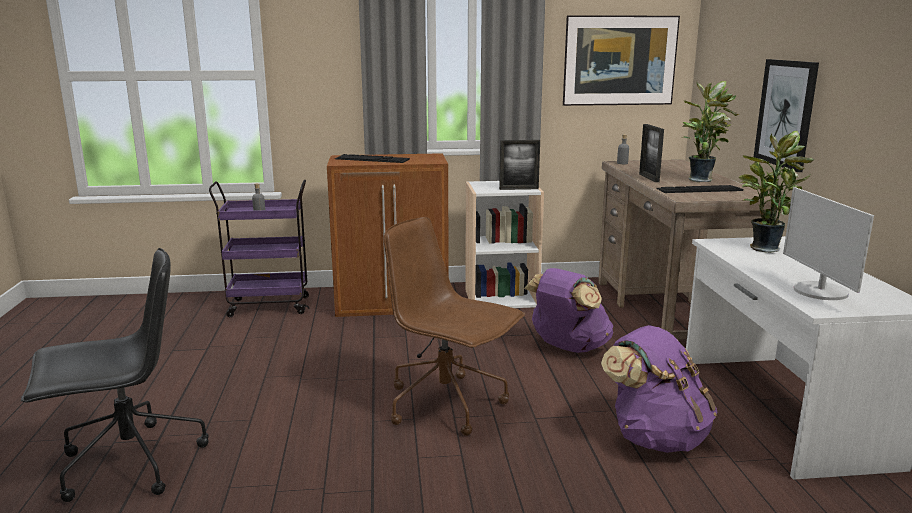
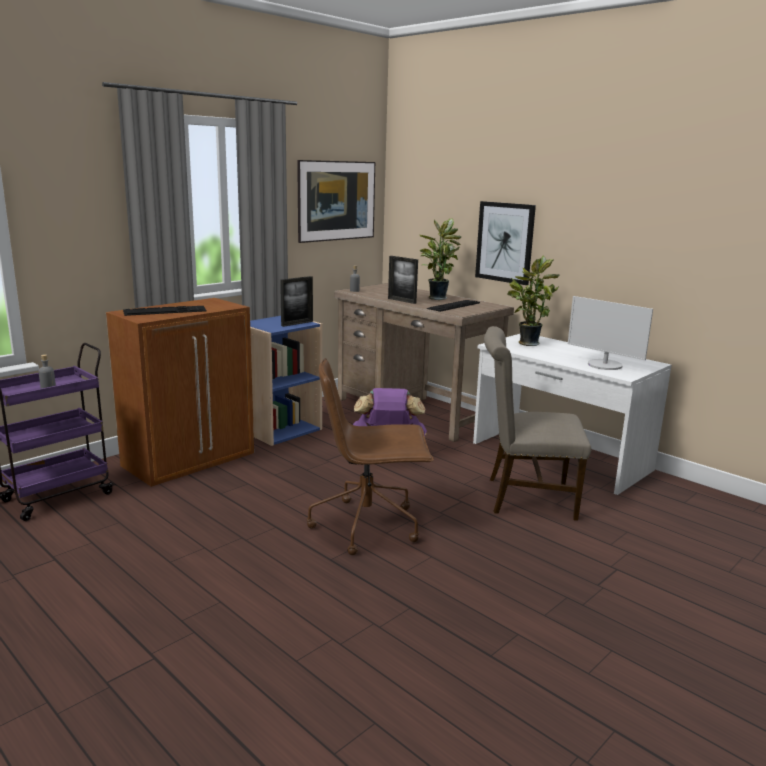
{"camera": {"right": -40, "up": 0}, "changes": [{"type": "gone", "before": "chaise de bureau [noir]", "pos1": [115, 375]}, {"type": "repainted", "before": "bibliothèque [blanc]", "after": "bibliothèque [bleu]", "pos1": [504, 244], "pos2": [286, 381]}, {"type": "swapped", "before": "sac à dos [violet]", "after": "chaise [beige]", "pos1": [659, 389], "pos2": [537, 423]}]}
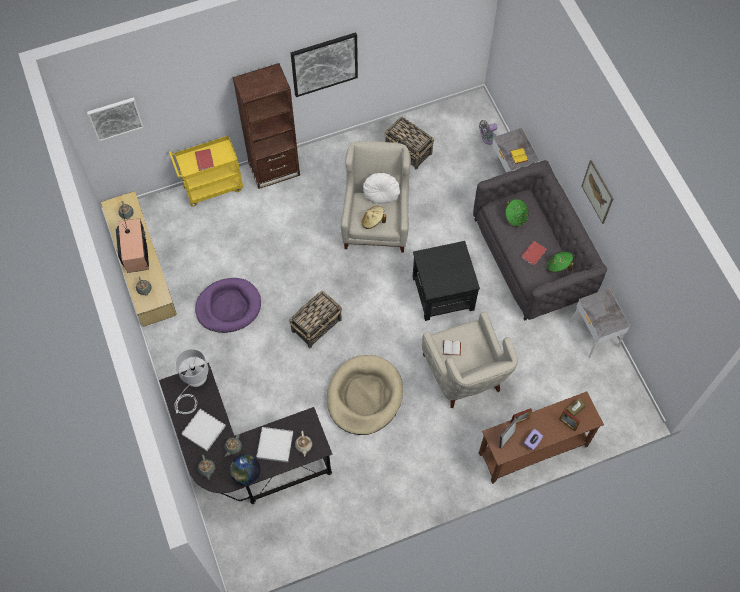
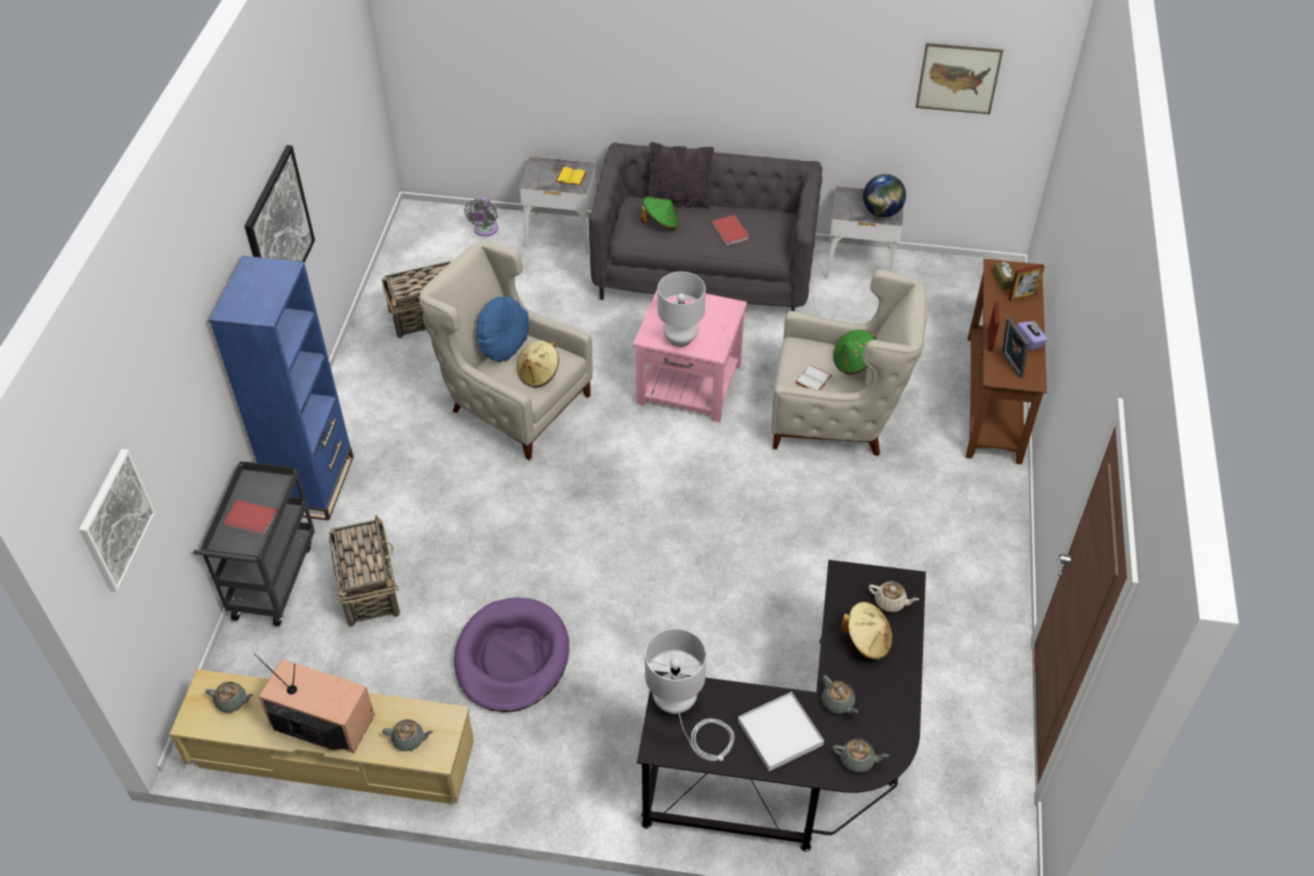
{"camera": {"right": -60, "up": -15}, "changes": [{"type": "repainted", "before": "chariot [jaune]", "after": "chariot [gris]", "pos1": [206, 171], "pos2": [254, 543]}, {"type": "shifted", "before": "globe", "pos1": [245, 469], "pos2": [884, 195]}, {"type": "repainted", "before": "bibliothèque [marron]", "after": "bibliothèque [bleu]", "pos1": [266, 126], "pos2": [281, 388]}, {"type": "swapped", "before": "plateau [blanc]", "after": "chapeau [beige]", "pos1": [274, 444], "pos2": [866, 631]}, {"type": "shifted", "before": "panier", "pos1": [315, 319], "pos2": [364, 571]}, {"type": "gone", "before": "panier pour chien [beige]", "pos1": [365, 395]}, {"type": "repainted", "before": "coussin [blanc]", "after": "coussin [bleu]", "pos1": [381, 188], "pos2": [502, 329]}, {"type": "repainted", "before": "table d'appoint [noir]", "after": "table d'appoint [rose]", "pos1": [446, 281], "pos2": [690, 355]}, {"type": "shifted", "before": "chapeau [vert]", "pos1": [560, 261], "pos2": [854, 352]}, {"type": "shifted", "before": "tableau", "pos1": [597, 192], "pos2": [959, 78]}, {"type": "new", "after": "coussin [noir]", "pos2": [681, 175]}, {"type": "new", "after": "lampe de table [gris]", "pos2": [681, 309]}]}
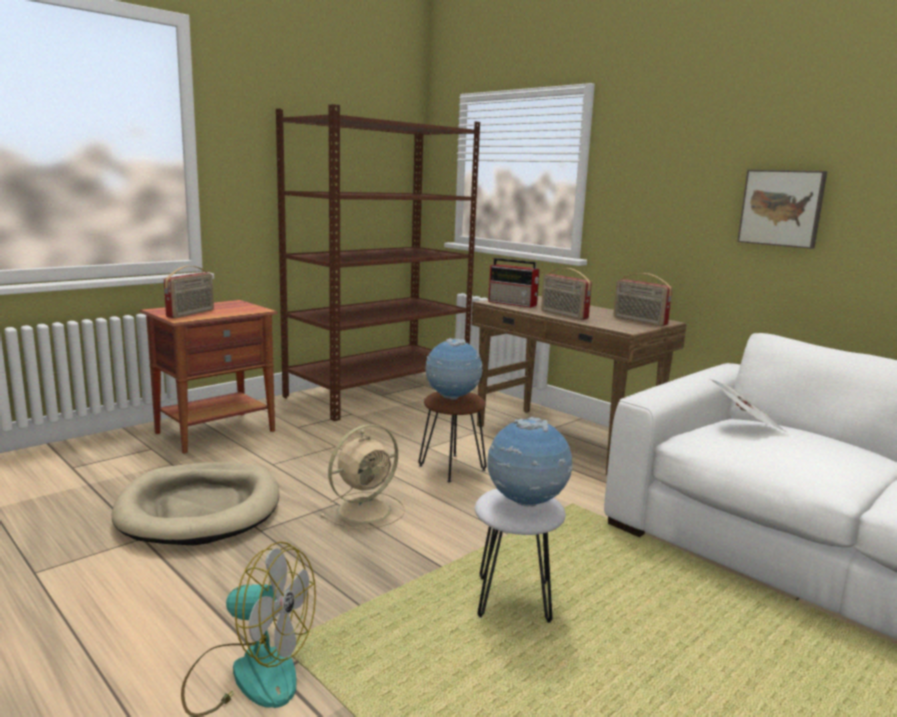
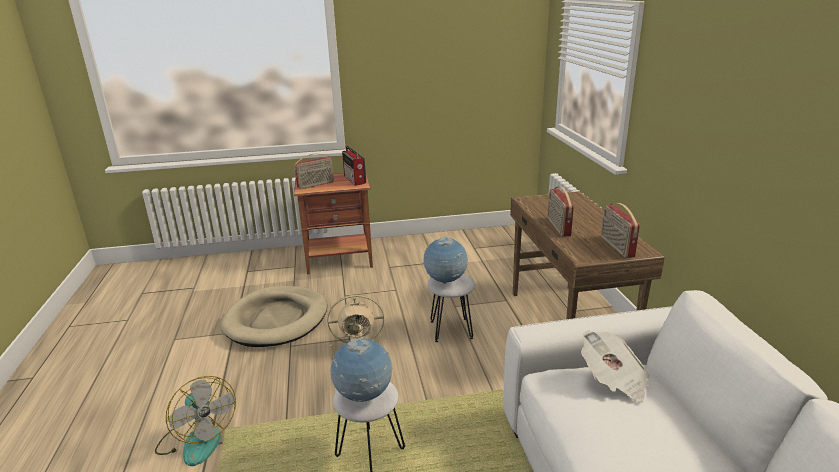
{"camera": {"right": 35, "up": 10}, "changes": [{"type": "gone", "before": "bibliothèque [marron]", "pos1": [378, 262]}, {"type": "repainted", "before": "tabouret [marron]", "after": "tabouret [blanc]", "pos1": [452, 437], "pos2": [451, 307]}, {"type": "shifted", "before": "radio", "pos1": [514, 283], "pos2": [354, 166]}, {"type": "gone", "before": "tableau", "pos1": [782, 209]}]}
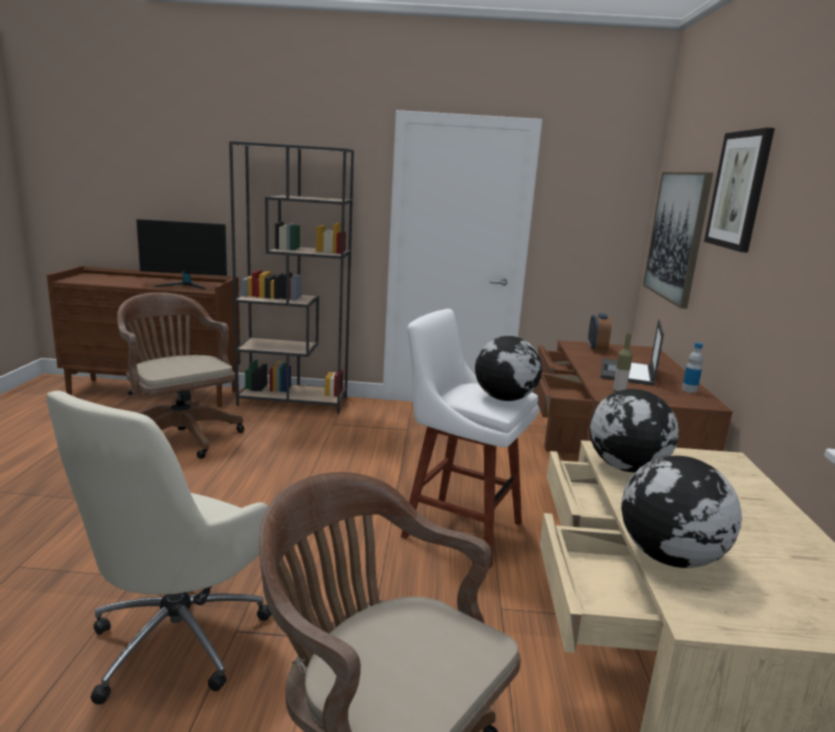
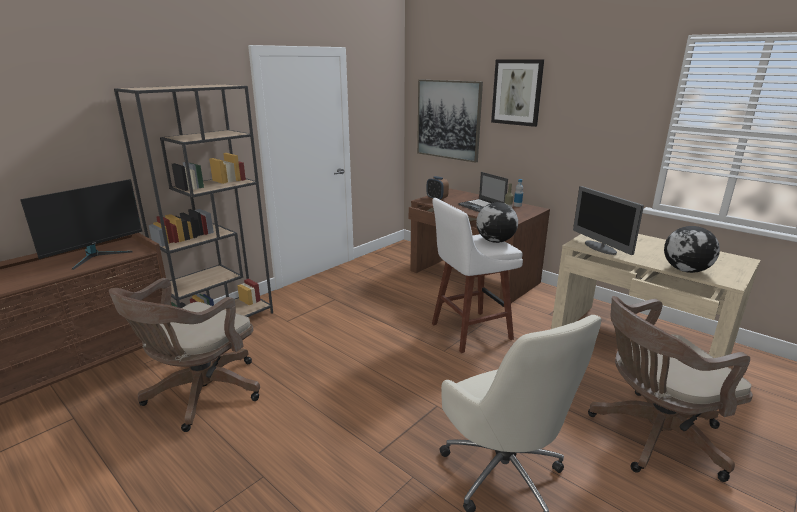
{"camera": {"right": -50, "up": 5}, "changes": [{"type": "rotated", "before": "chaise de bureau [marron]", "pos1": [180, 375], "pos2": [184, 355], "turn": -60}, {"type": "swapped", "before": "globe", "after": "écran d'ordinateur", "pos1": [634, 430], "pos2": [608, 220]}]}
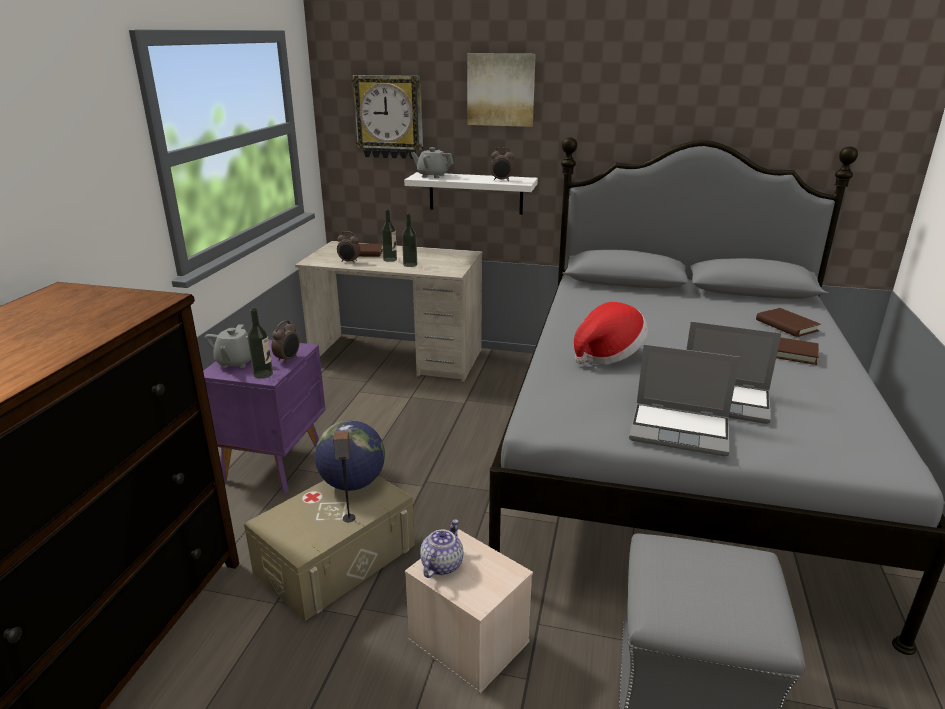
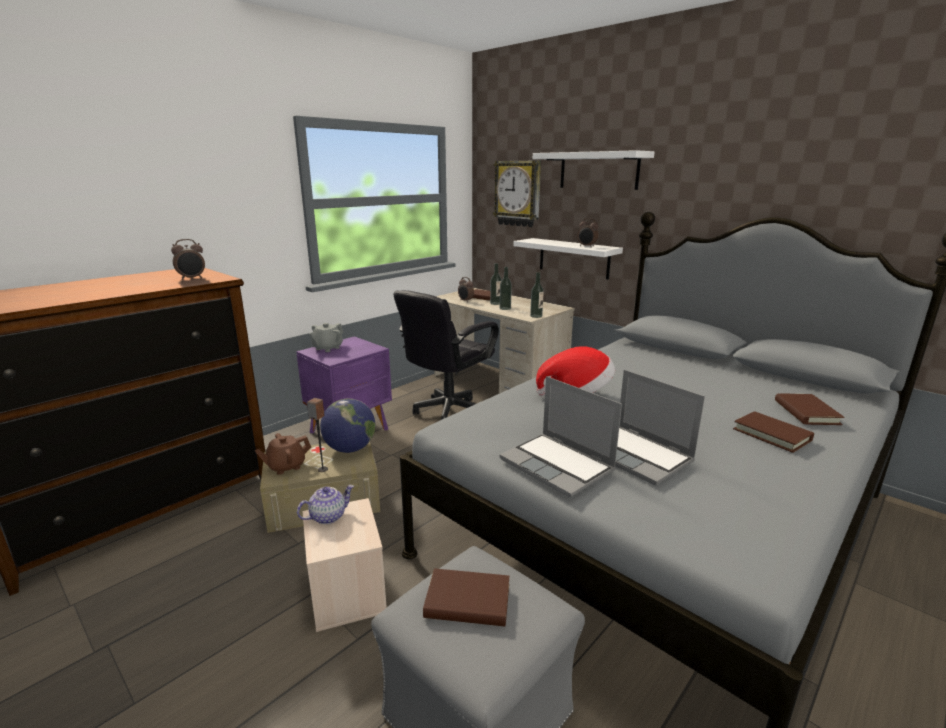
{"camera": {"right": 30, "up": -5}, "changes": [{"type": "shifted", "before": "bouteille", "pos1": [260, 343], "pos2": [537, 295]}, {"type": "shifted", "before": "réveil", "pos1": [285, 342], "pos2": [188, 259]}, {"type": "gone", "before": "théière [gris]", "pos1": [432, 162]}, {"type": "swapped", "before": "tableau", "after": "étagère [blanc]", "pos1": [501, 90], "pos2": [593, 170]}, {"type": "new", "after": "théière [marron]", "pos2": [283, 454]}, {"type": "new", "after": "chaise de bureau [noir]", "pos2": [446, 355]}, {"type": "new", "after": "livre [marron]", "pos2": [466, 597]}]}
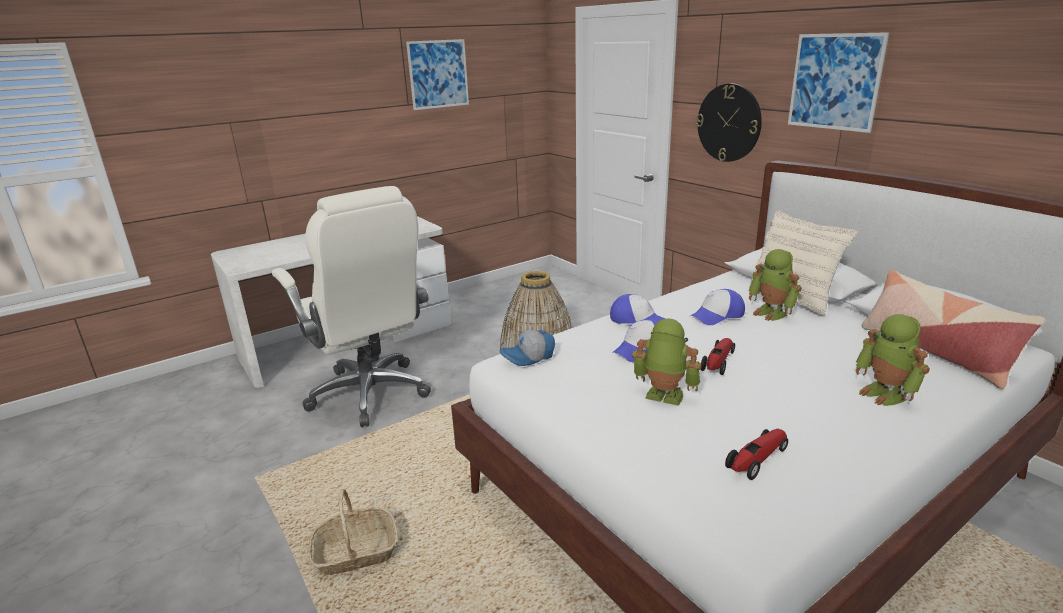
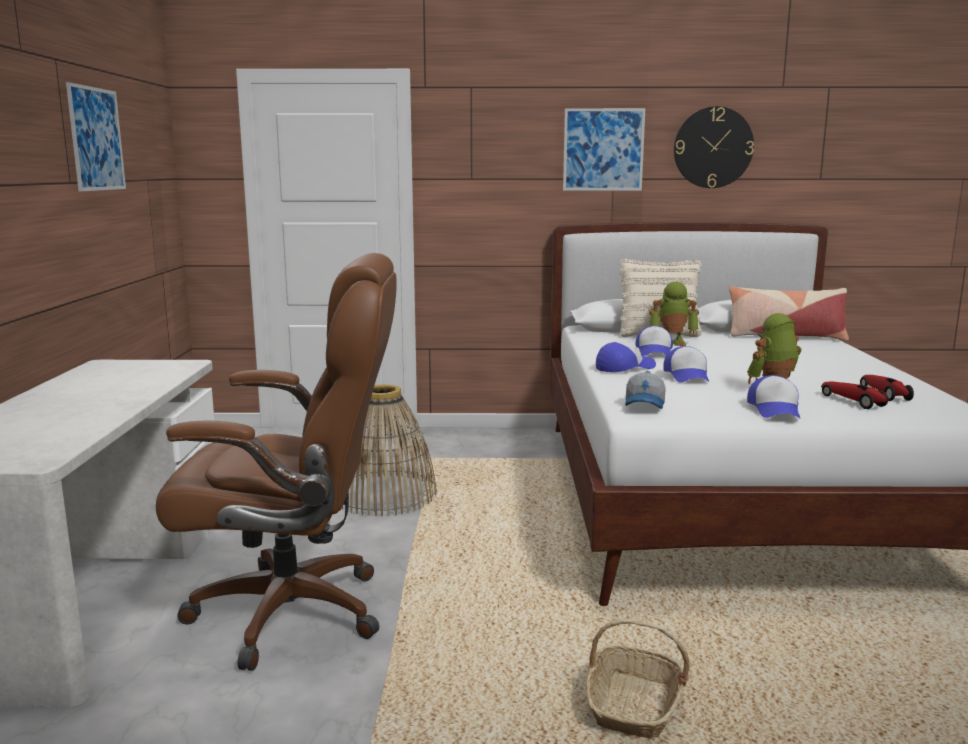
{"camera": {"right": -55, "up": -10}, "changes": [{"type": "repainted", "before": "chaise de bureau [blanc]", "after": "chaise de bureau [marron]", "pos1": [351, 306], "pos2": [276, 462]}, {"type": "shifted", "before": "horloge murale", "pos1": [729, 123], "pos2": [714, 147]}, {"type": "shifted", "before": "petite voiture", "pos1": [718, 356], "pos2": [854, 395]}, {"type": "gone", "before": "robot jouet", "pos1": [893, 360]}, {"type": "new", "after": "casquette", "pos2": [773, 396]}]}
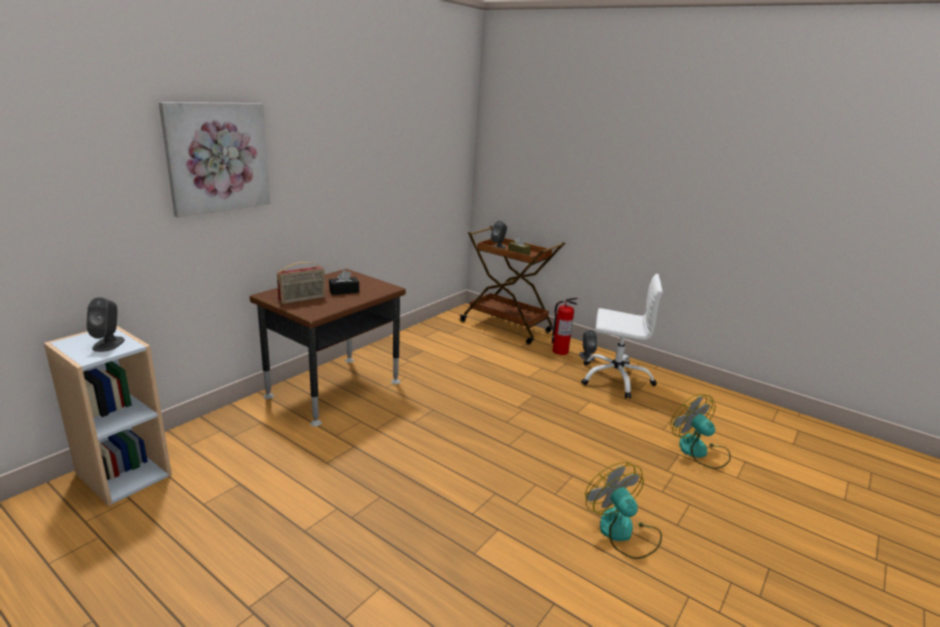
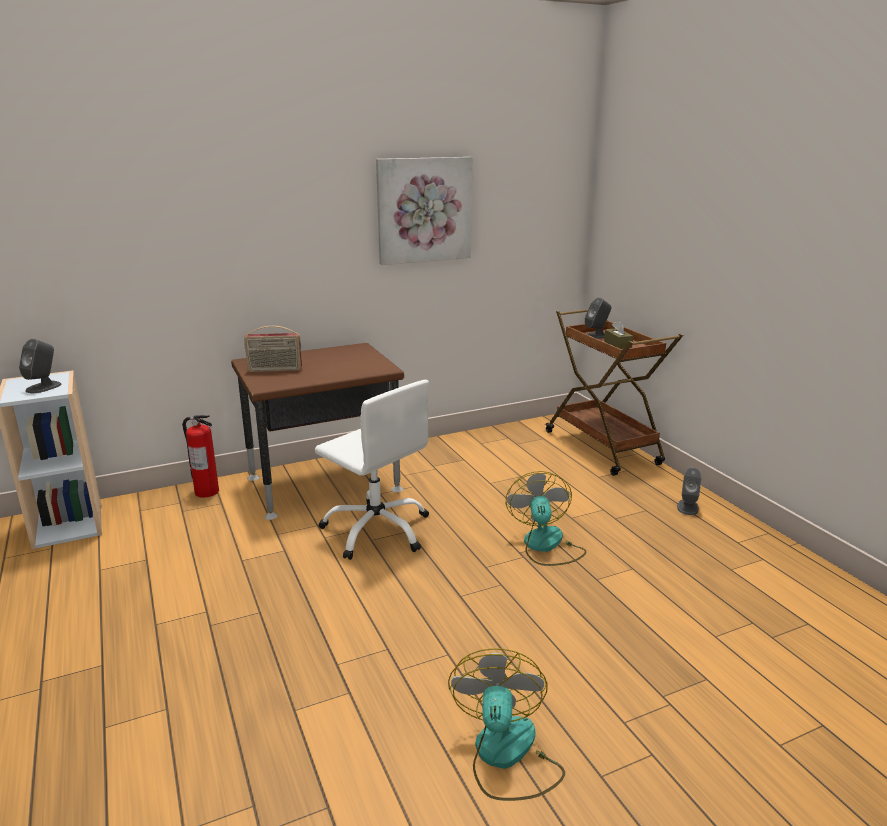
{"camera": {"right": 30, "up": 0}, "changes": [{"type": "shifted", "before": "tableau", "pos1": [214, 159], "pos2": [424, 211]}, {"type": "gone", "before": "boîte à mouchoirs [noir]", "pos1": [344, 282]}, {"type": "shifted", "before": "extincteur", "pos1": [564, 326], "pos2": [200, 456]}, {"type": "shifted", "before": "chaise de bureau [blanc]", "pos1": [622, 336], "pos2": [372, 470]}, {"type": "shifted", "before": "ventilateur", "pos1": [700, 431], "pos2": [546, 518]}]}
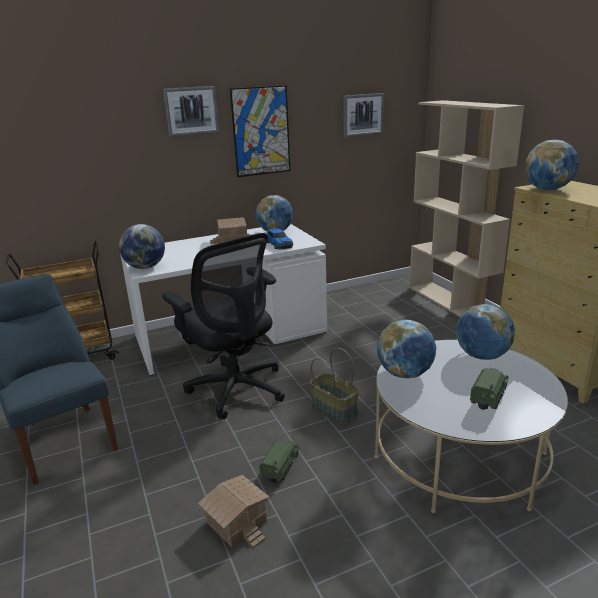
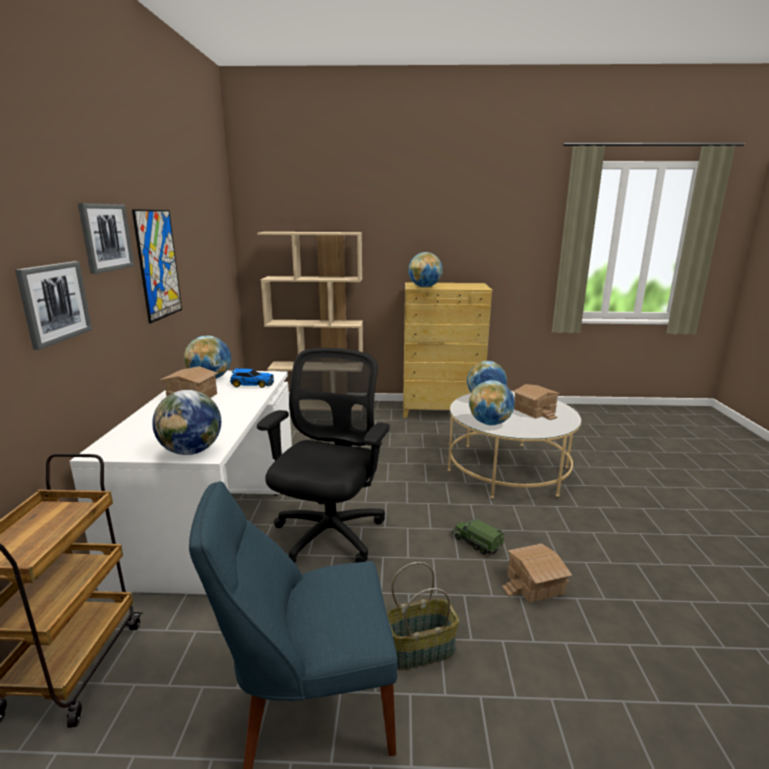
{"camera": {"right": -65, "up": -5}, "changes": [{"type": "rotated", "before": "chaise de bureau [noir]", "pos1": [223, 326], "pos2": [323, 455], "turn": -60}, {"type": "shifted", "before": "panier", "pos1": [334, 386], "pos2": [423, 616]}, {"type": "shifted", "before": "tableau", "pos1": [363, 115], "pos2": [53, 305]}, {"type": "swapped", "before": "camion jouet", "after": "maison miniature", "pos1": [489, 389], "pos2": [536, 402]}]}
